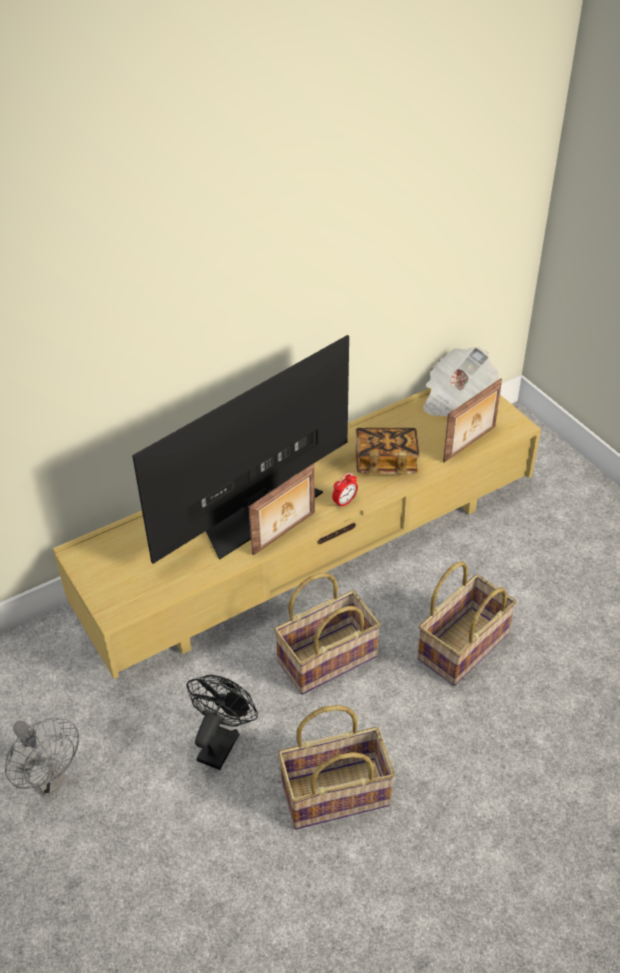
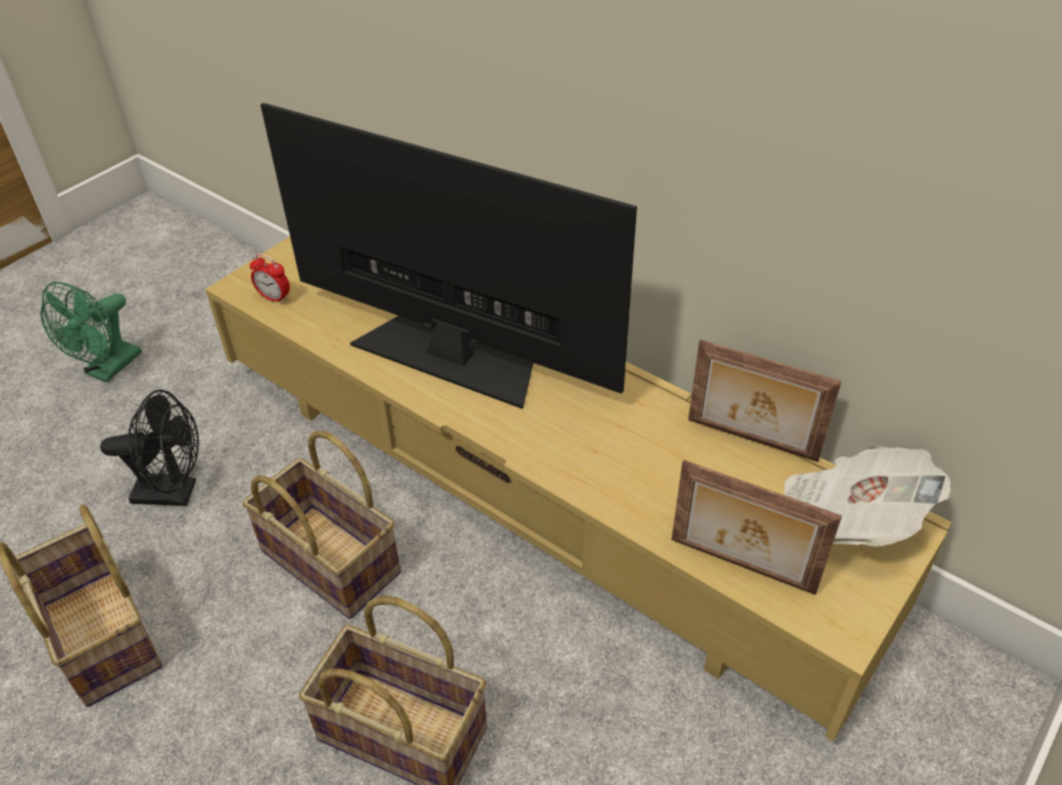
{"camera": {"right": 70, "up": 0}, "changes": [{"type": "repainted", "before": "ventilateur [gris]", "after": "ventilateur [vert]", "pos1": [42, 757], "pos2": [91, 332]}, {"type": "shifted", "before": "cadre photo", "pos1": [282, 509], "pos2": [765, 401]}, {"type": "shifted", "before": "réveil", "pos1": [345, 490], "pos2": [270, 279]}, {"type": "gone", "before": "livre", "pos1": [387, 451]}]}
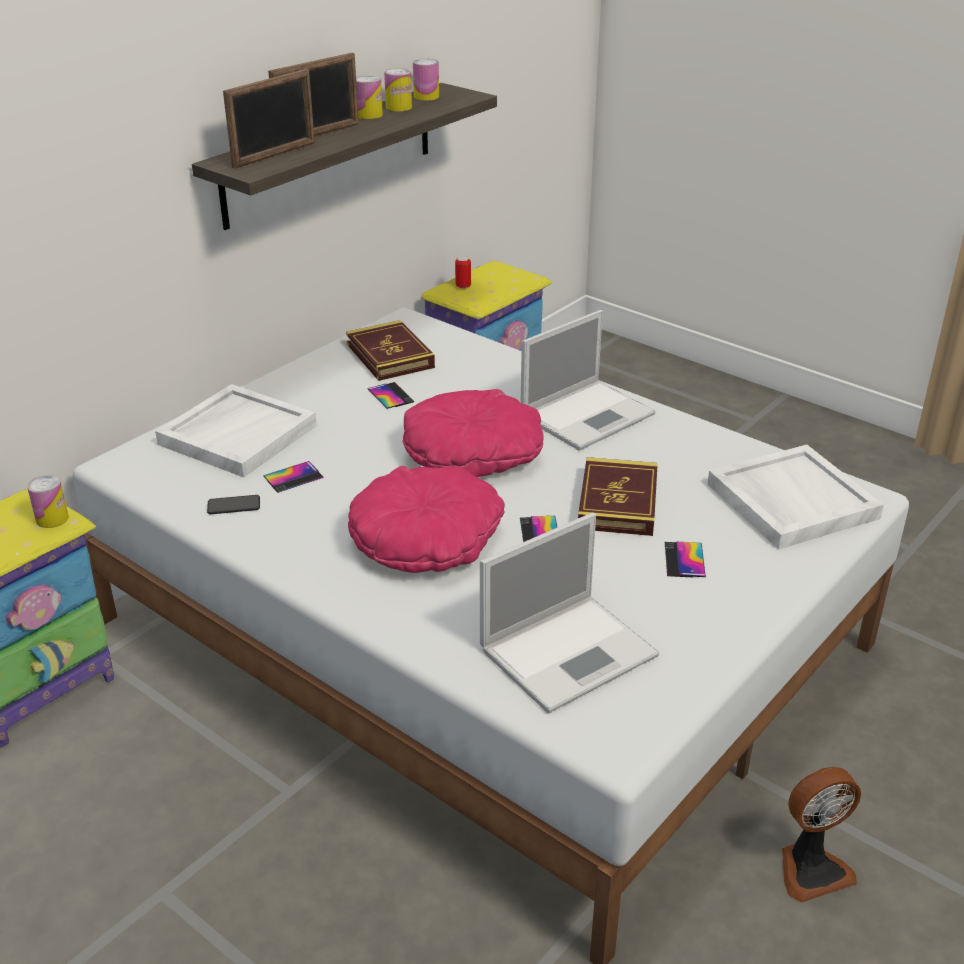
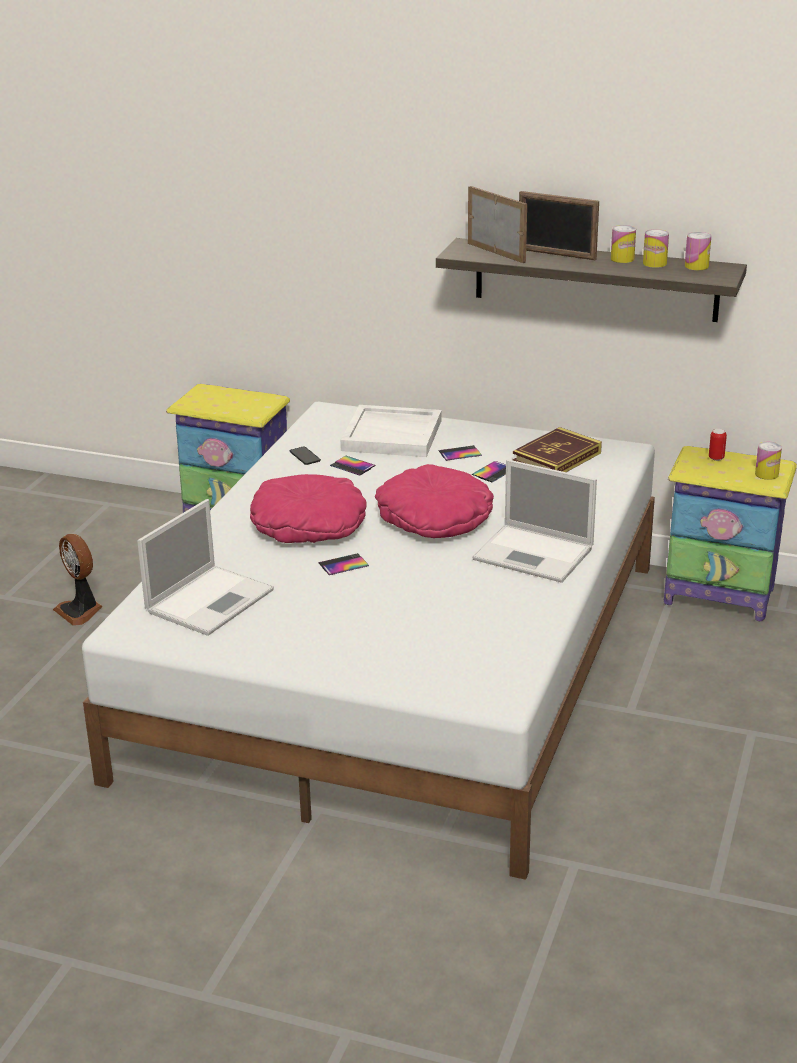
{"camera": {"right": 70, "up": -5}, "changes": [{"type": "shifted", "before": "boîte métallique", "pos1": [48, 501], "pos2": [768, 461]}, {"type": "rotated", "before": "cadre photo", "pos1": [269, 119], "pos2": [497, 224], "turn": -150}, {"type": "rotated", "before": "ordinateur portable", "pos1": [570, 613], "pos2": [205, 567], "turn": -90}, {"type": "gone", "before": "livre", "pos1": [618, 496]}, {"type": "shifted", "before": "téléphone", "pos1": [685, 560], "pos2": [460, 453]}, {"type": "gone", "before": "plateau [blanc]", "pos1": [795, 497]}, {"type": "shifted", "before": "ventilateur", "pos1": [821, 835], "pos2": [77, 580]}]}
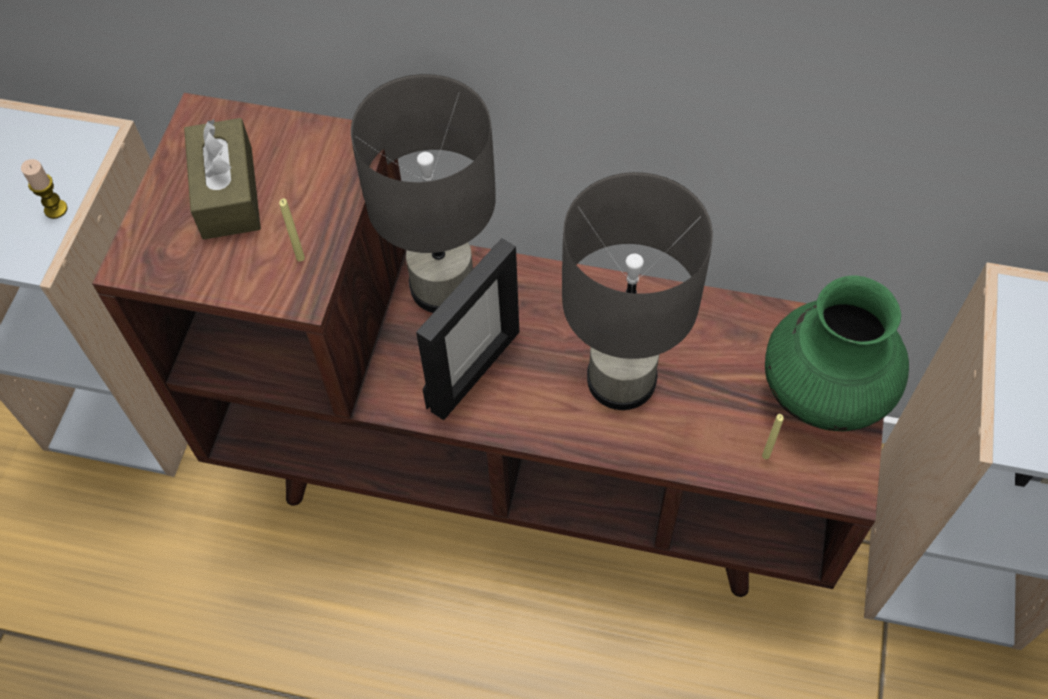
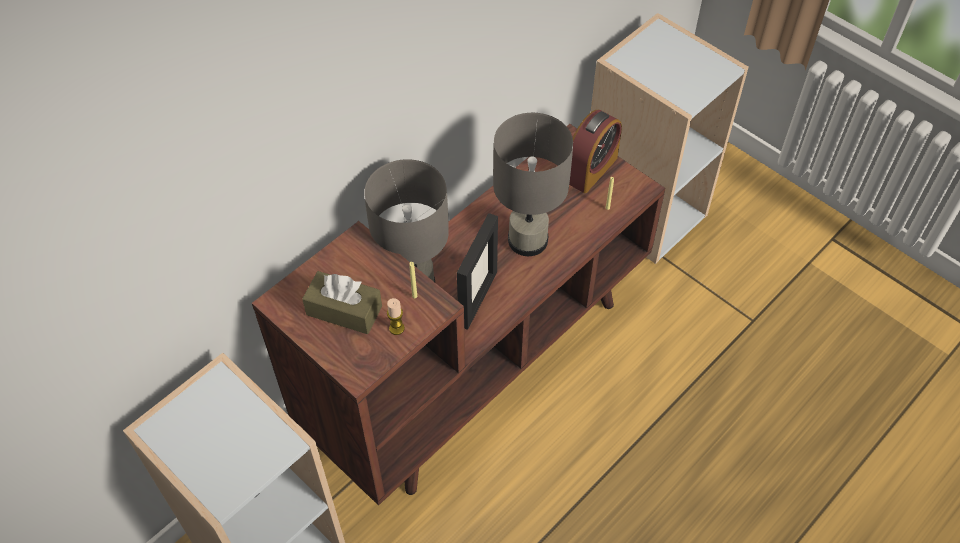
{"camera": {"right": -60, "up": -5}, "changes": [{"type": "shifted", "before": "bougie", "pos1": [44, 189], "pos2": [396, 316]}, {"type": "rotated", "before": "cadre photo", "pos1": [467, 329], "pos2": [477, 271], "turn": 45}, {"type": "swapped", "before": "vase [vert]", "after": "réveil", "pos1": [837, 353], "pos2": [595, 151]}]}
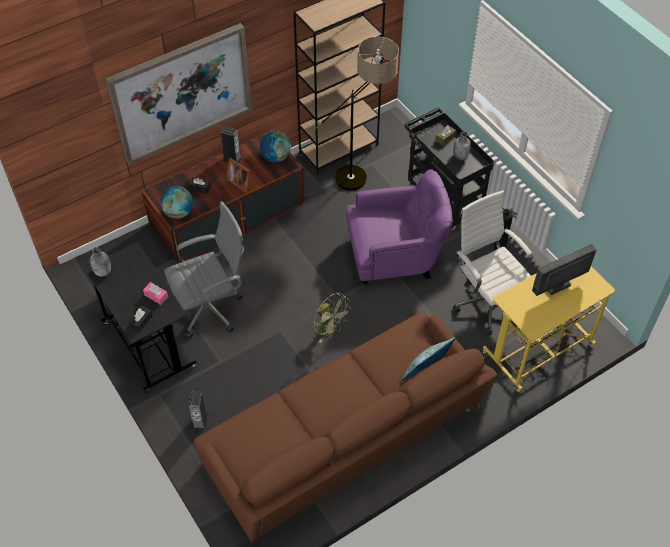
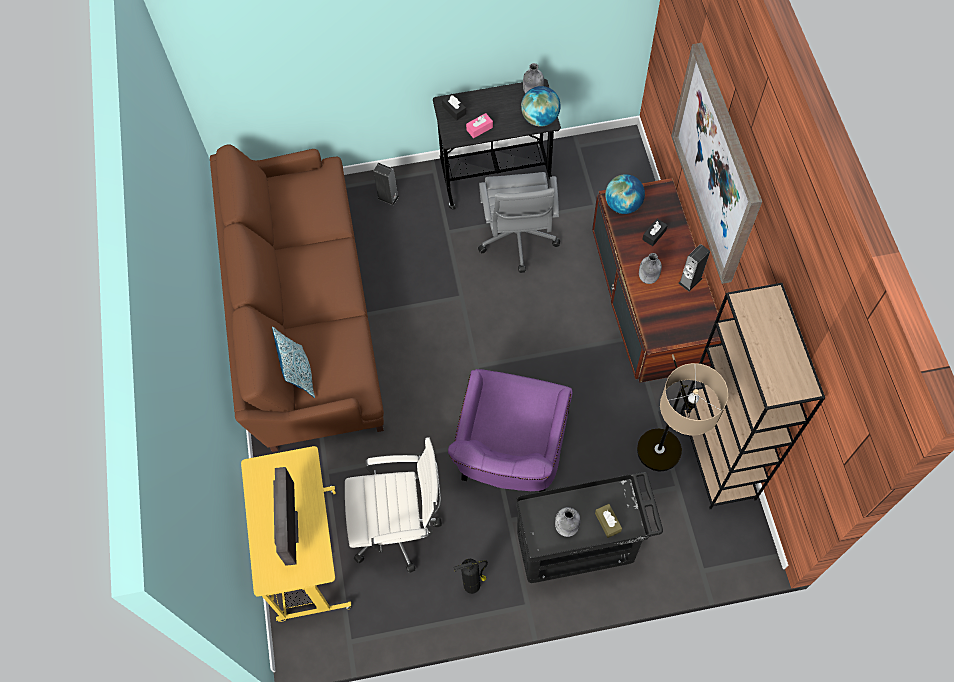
{"camera": {"right": 115, "up": 10}, "changes": [{"type": "swapped", "before": "cadre photo", "after": "bouteille [gris]", "pos1": [238, 175], "pos2": [650, 268]}, {"type": "shifted", "before": "globe", "pos1": [275, 147], "pos2": [541, 106]}, {"type": "gone", "before": "ventilateur [vert]", "pos1": [333, 317]}]}
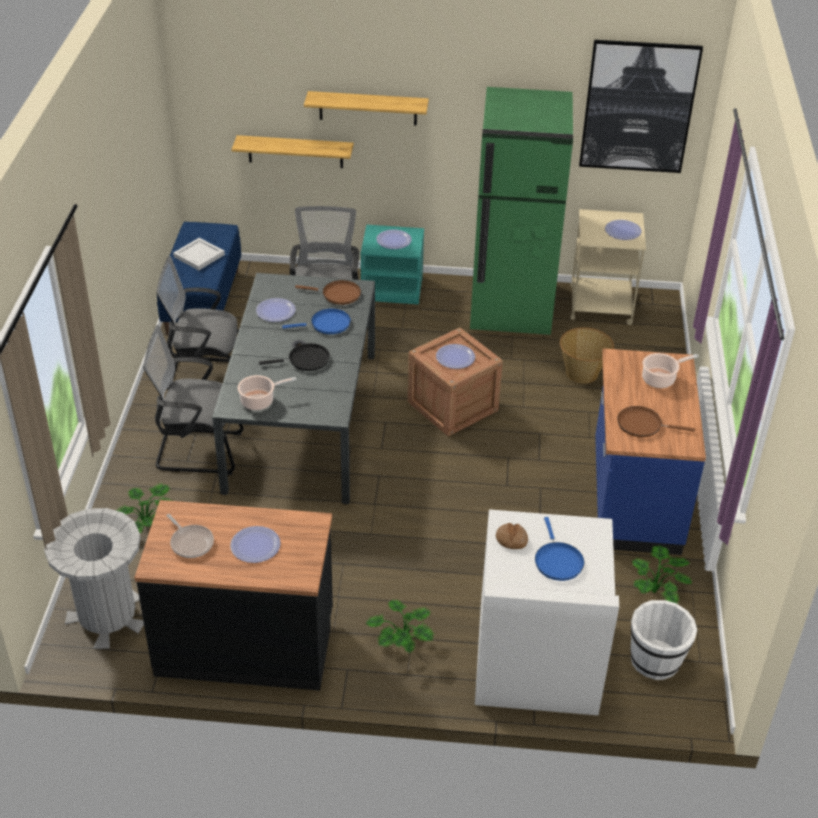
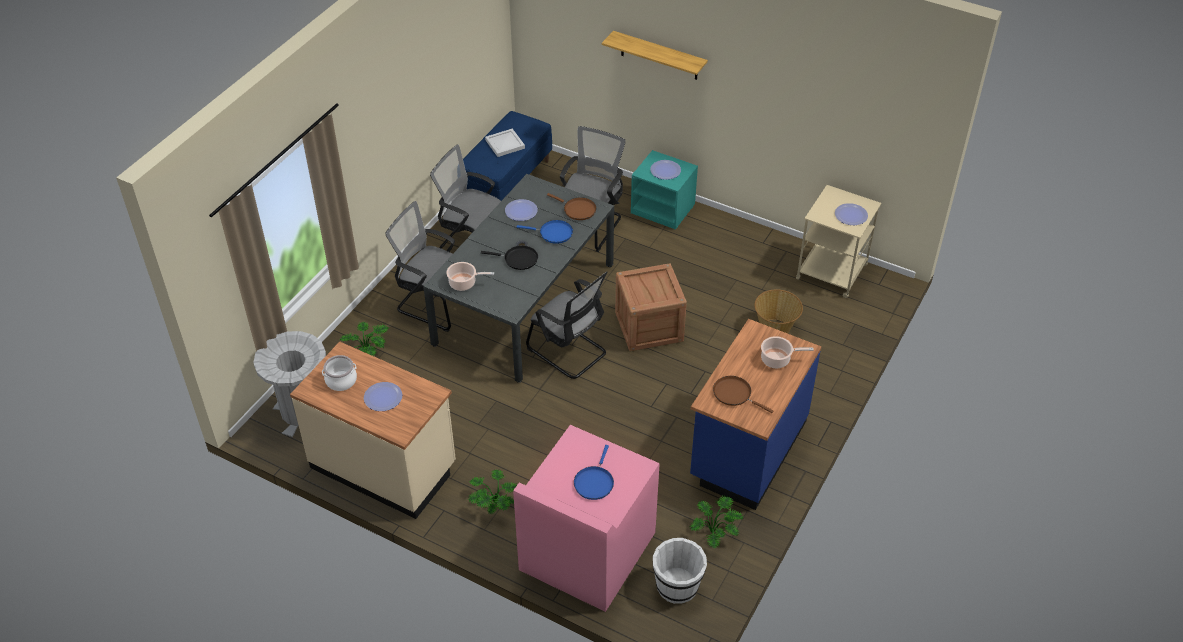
{"camera": {"right": 25, "up": 5}, "changes": [{"type": "repainted", "before": "comptoir de cuisine [noir]", "after": "comptoir de cuisine [beige]", "pos1": [233, 595], "pos2": [373, 430]}, {"type": "swapped", "before": "poêle", "after": "marmite", "pos1": [190, 536], "pos2": [339, 373]}, {"type": "gone", "before": "étagère", "pos1": [293, 151]}, {"type": "gone", "before": "assiette", "pos1": [455, 356]}, {"type": "gone", "before": "réfrigérateur [vert]", "pos1": [521, 211]}, {"type": "repainted", "before": "lave-linge [blanc]", "after": "lave-linge [rose]", "pos1": [547, 612], "pos2": [586, 518]}, {"type": "gone", "before": "pain", "pos1": [512, 536]}, {"type": "gone", "before": "tableau", "pos1": [641, 106]}, {"type": "new", "after": "chaise", "pos2": [566, 325]}]}
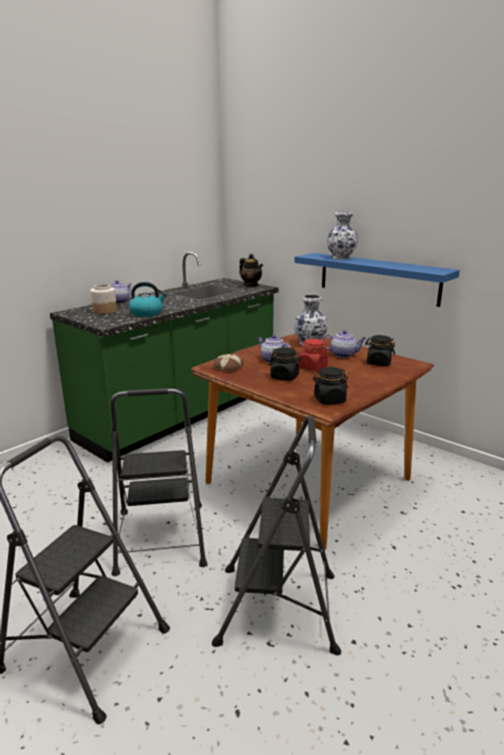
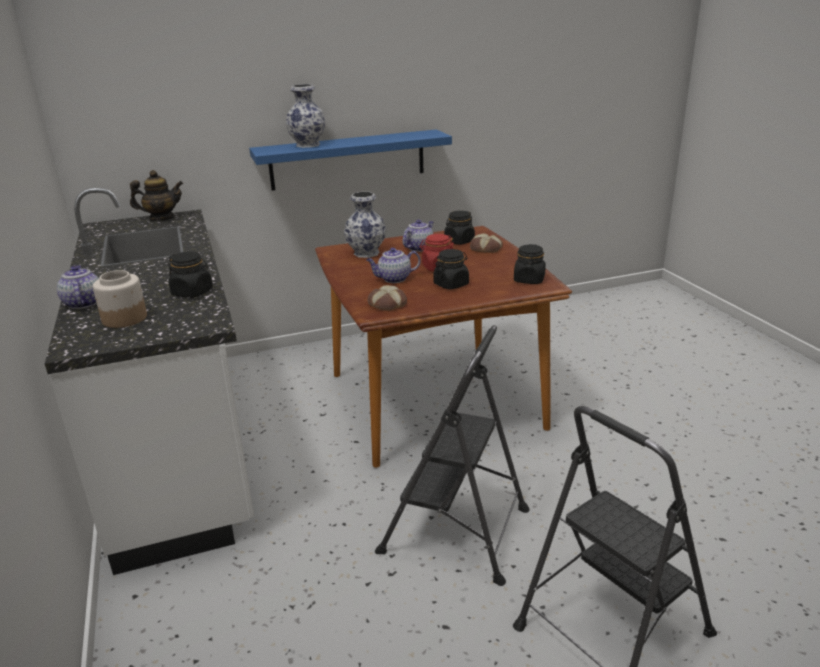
{"camera": {"right": -60, "up": 5}, "changes": [{"type": "repainted", "before": "comptoir de cuisine [vert]", "after": "comptoir de cuisine [blanc]", "pos1": [164, 357], "pos2": [149, 381]}, {"type": "swapped", "before": "bouilloire", "after": "bocal [noir]", "pos1": [148, 299], "pos2": [190, 274]}, {"type": "gone", "before": "escabeau [noir]", "pos1": [276, 535]}, {"type": "new", "after": "pain", "pos2": [486, 243]}]}
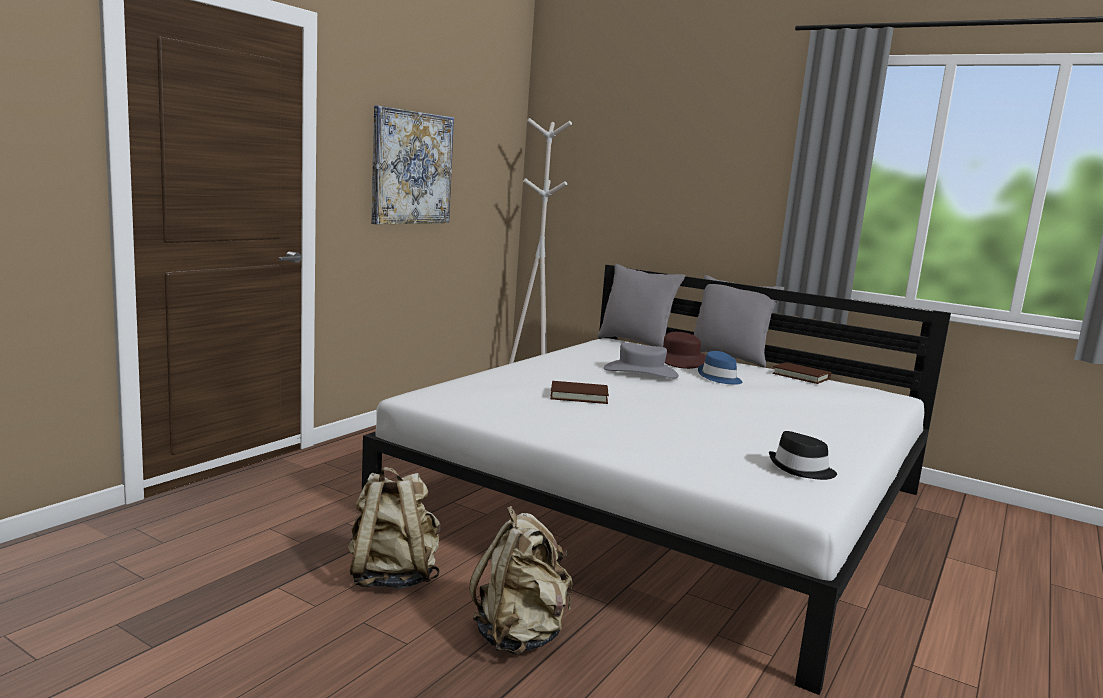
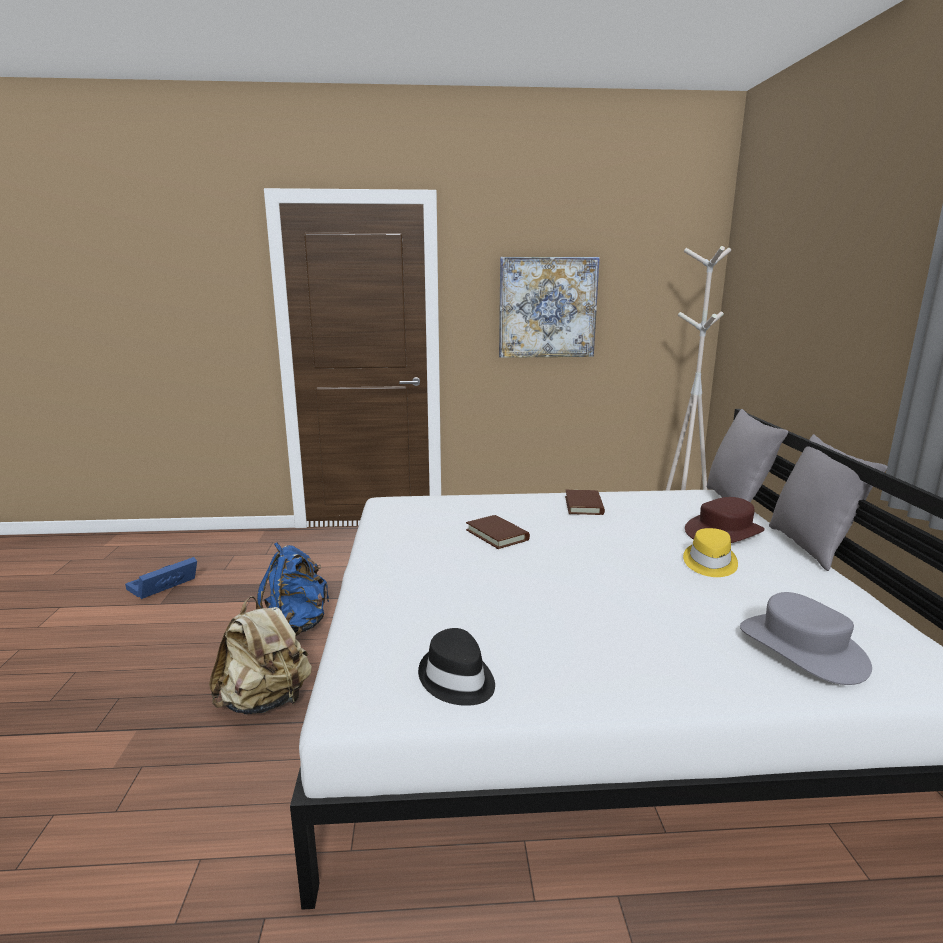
{"camera": {"right": 55, "up": 5}, "changes": [{"type": "repainted", "before": "sac à dos [beige]", "after": "sac à dos [bleu]", "pos1": [394, 528], "pos2": [293, 589]}, {"type": "shifted", "before": "chapeau [gris]", "pos1": [641, 360], "pos2": [806, 638]}, {"type": "repainted", "before": "chapeau [bleu]", "after": "chapeau [jaune]", "pos1": [720, 368], "pos2": [710, 552]}, {"type": "shifted", "before": "livre [marron]", "pos1": [801, 373], "pos2": [585, 502]}, {"type": "new", "after": "boîte de rangement [bleu]", "pos2": [161, 578]}]}
